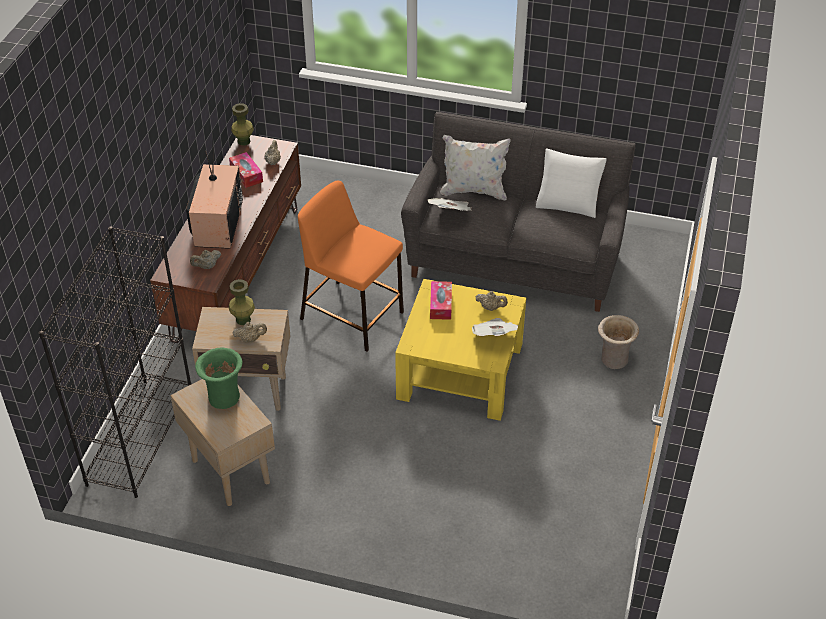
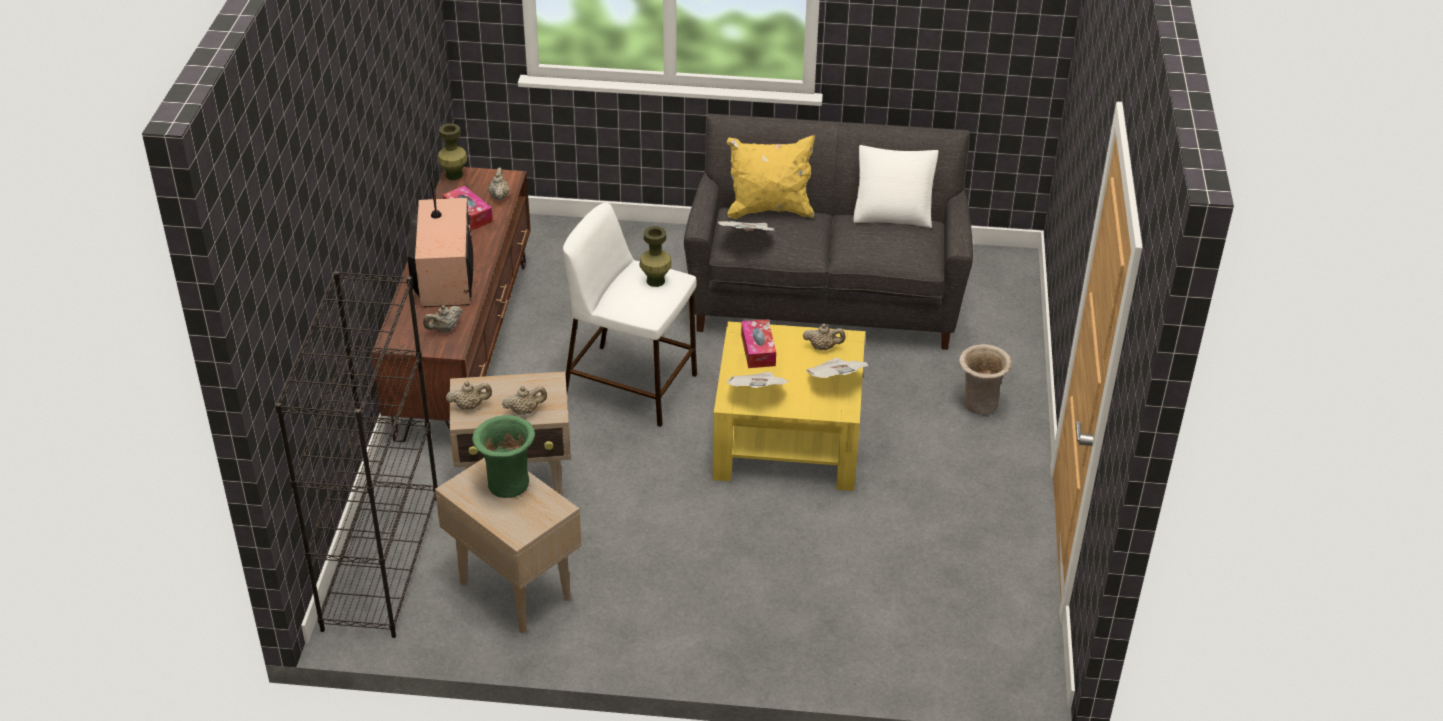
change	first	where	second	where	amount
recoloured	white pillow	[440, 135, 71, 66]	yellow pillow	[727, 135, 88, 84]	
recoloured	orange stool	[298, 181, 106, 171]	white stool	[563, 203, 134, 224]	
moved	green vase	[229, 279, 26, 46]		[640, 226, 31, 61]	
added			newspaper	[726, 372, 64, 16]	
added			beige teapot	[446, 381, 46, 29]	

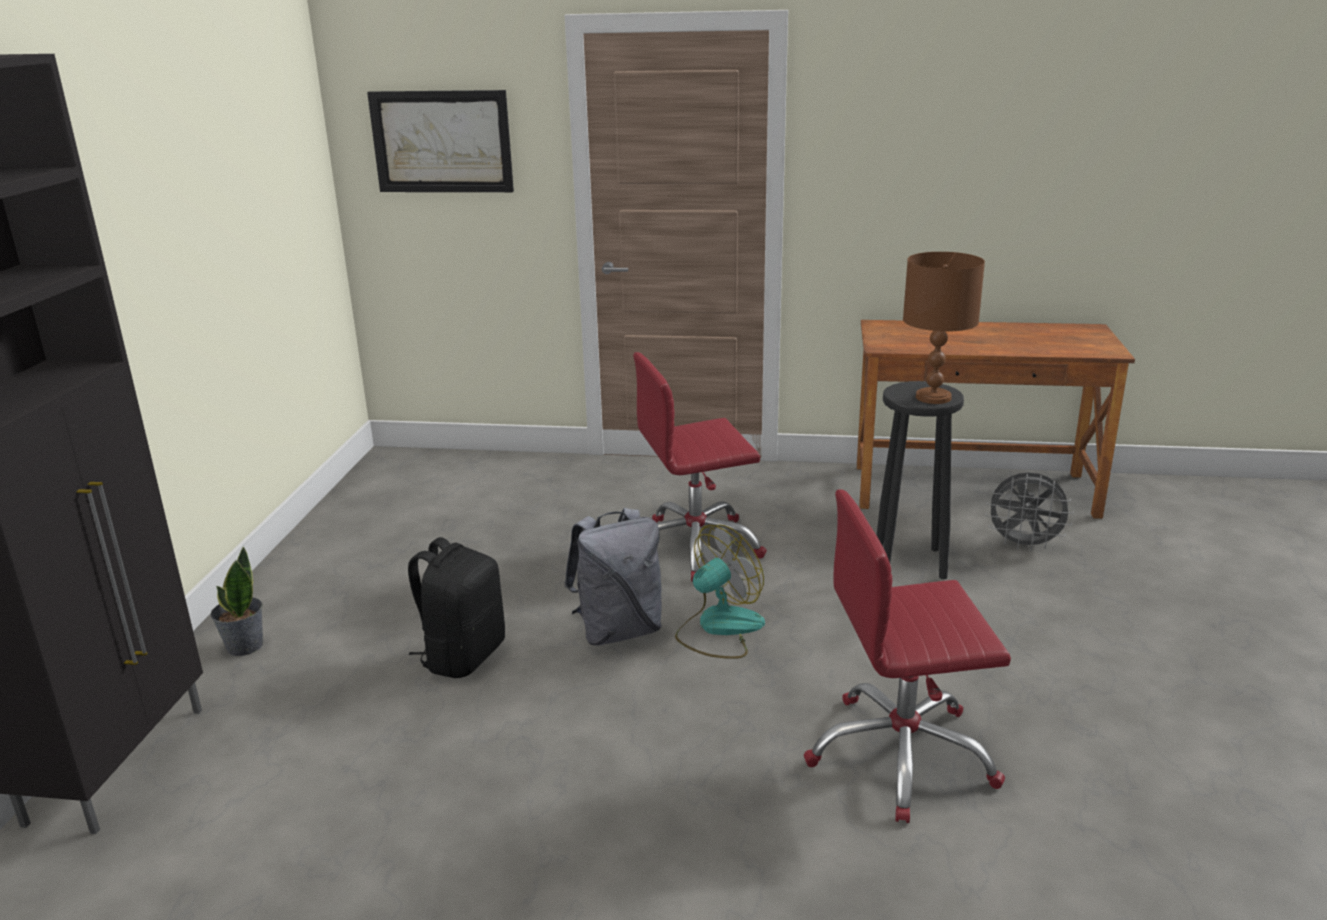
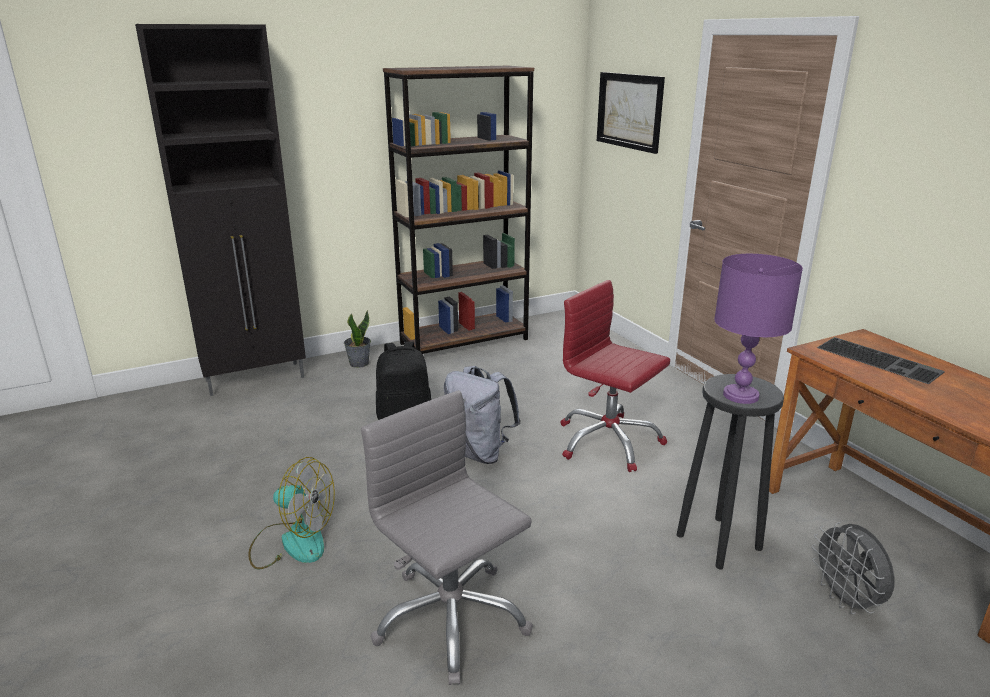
change	first	where	second	where	amount
recoloured	brown table lamp	[903, 252, 82, 152]	purple table lamp	[714, 254, 89, 150]	
recoloured	red office chair	[804, 489, 207, 334]	grey office chair	[361, 390, 172, 295]	
moved	fan	[675, 524, 90, 135]		[248, 457, 87, 112]	
added			brown bookcase	[383, 66, 151, 288]	
added			keyboard	[817, 337, 128, 47]	

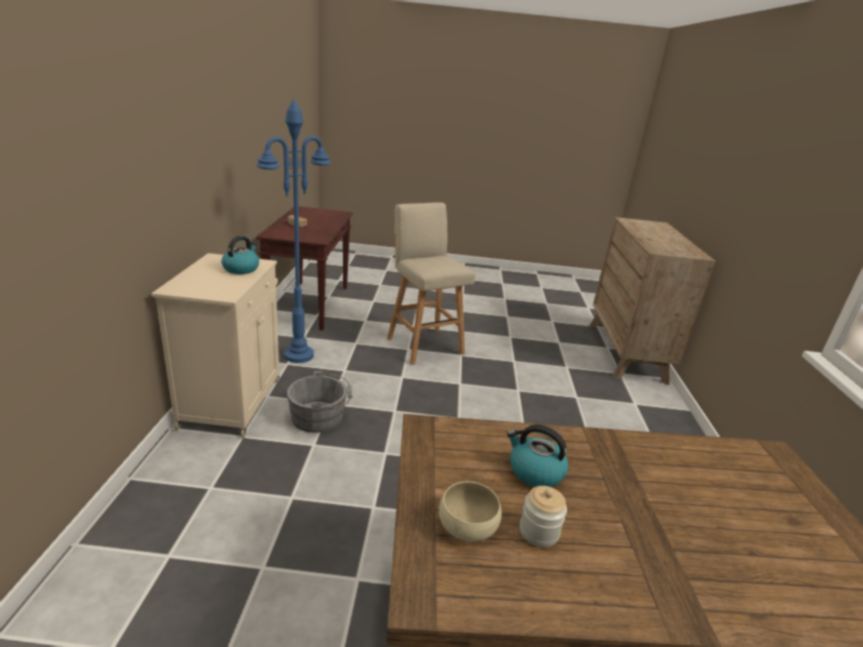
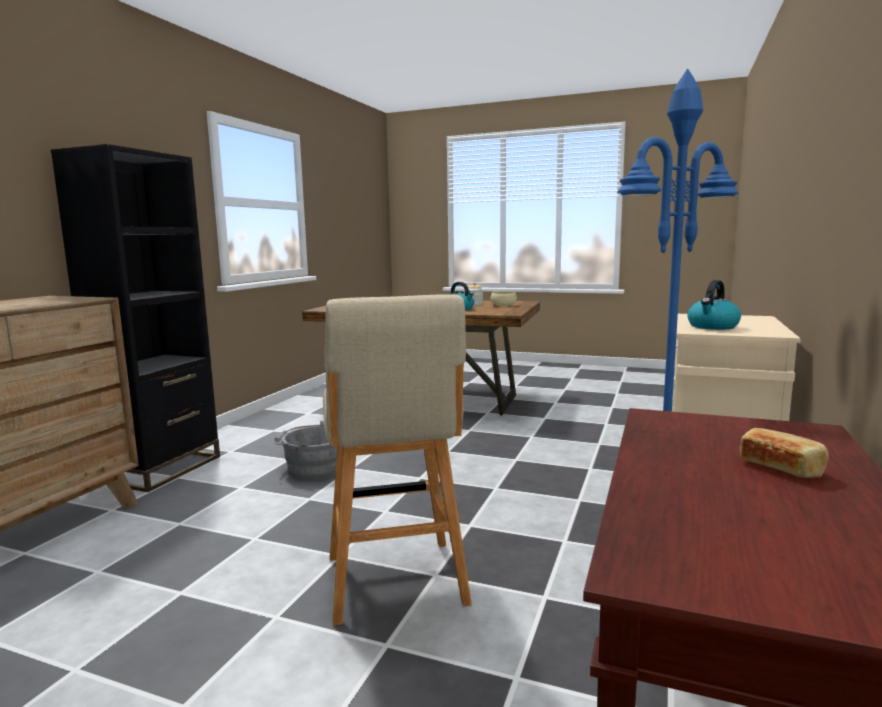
change	first	where	second	where	amount
moved	grey bucket	[287, 371, 65, 62]		[274, 421, 64, 59]	
added			black bookcase	[51, 144, 169, 348]	

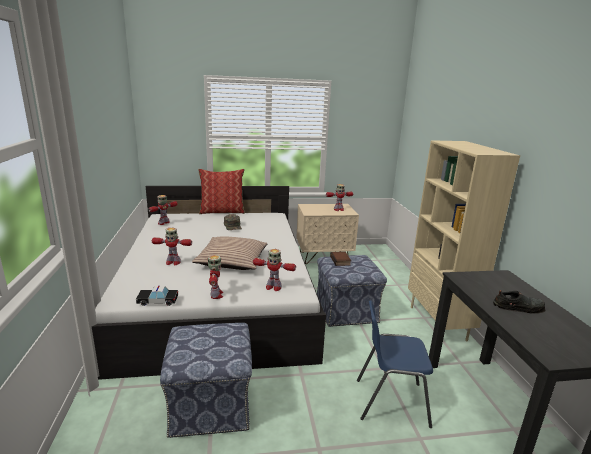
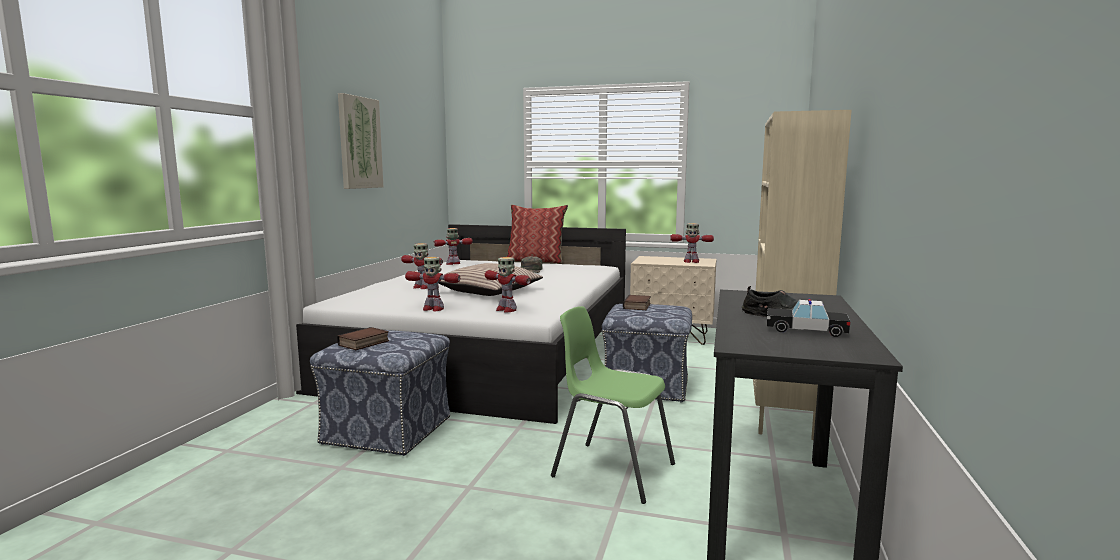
change	first	where	second	where	amount
turned	toy robot	[208, 255, 15, 44]		[405, 257, 55, 54]	90 degrees clockwise
moved	toy car	[136, 286, 42, 20]		[767, 299, 83, 38]	
recoloured	blue chair	[357, 300, 76, 128]	green chair	[551, 306, 124, 198]	
added			picture	[338, 93, 45, 96]	
added			book	[337, 327, 52, 23]	

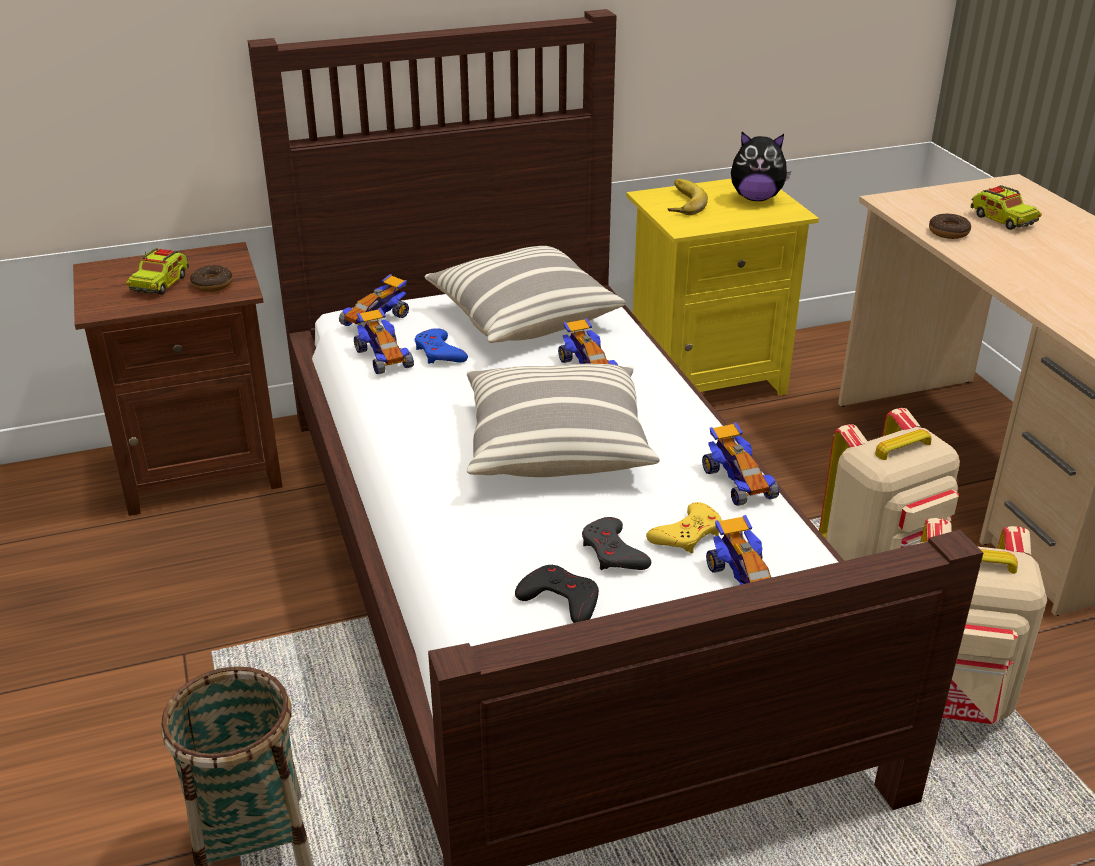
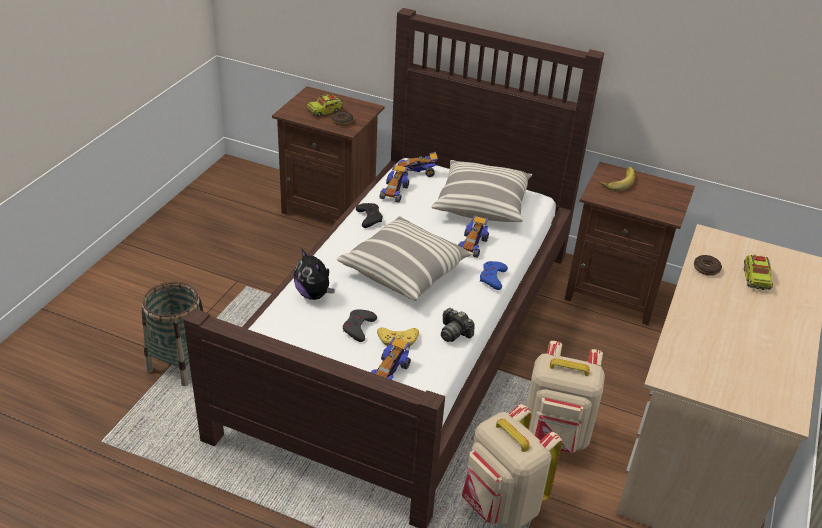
change	first	where	second	where	amount
moved	plush toy	[731, 132, 60, 69]		[294, 248, 41, 52]	
recoloured	yellow nightstand	[626, 179, 193, 216]	brown nightstand	[565, 162, 130, 163]	
moved	blue game controller	[415, 328, 53, 36]		[480, 261, 28, 29]	
replaced	toy car	[702, 422, 77, 84]	photo camera	[441, 308, 34, 34]	
moved	black game controller	[515, 565, 84, 58]		[356, 203, 27, 25]	

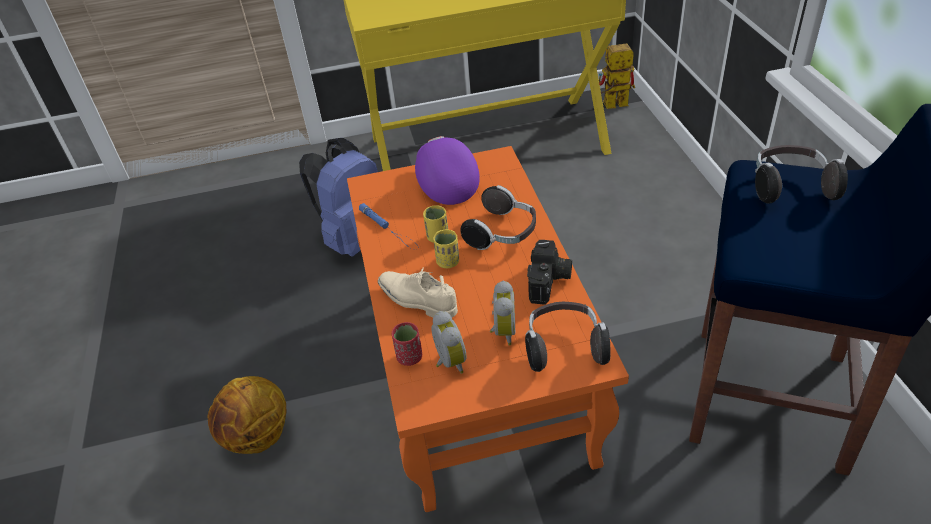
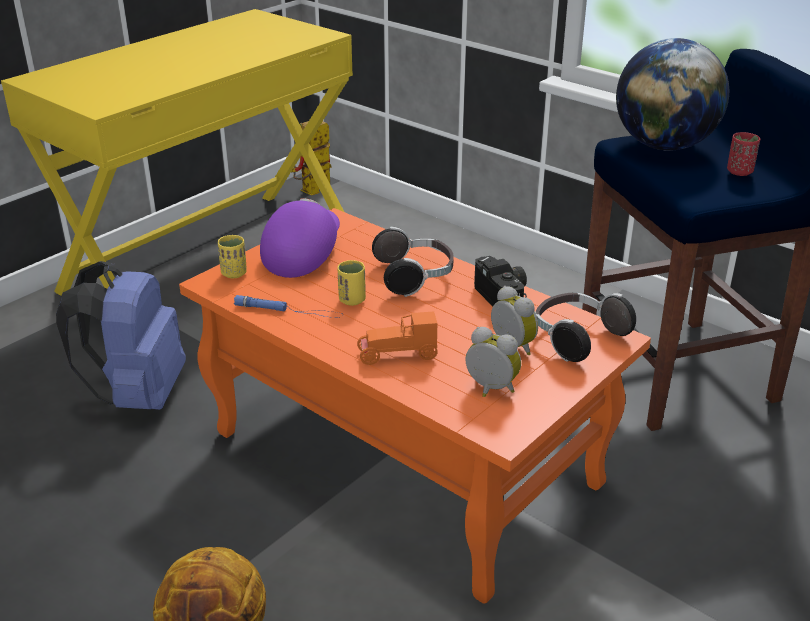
change	first	where	second	where	amount
turned	purple cap	[415, 136, 65, 69]		[260, 198, 80, 80]	75 degrees clockwise
replaced	headphones	[755, 145, 93, 58]	globe	[616, 38, 113, 113]	
moved	yellow cup	[433, 229, 26, 39]		[218, 235, 29, 43]	
replaced	beige shoe	[378, 268, 80, 50]	orange toy car	[357, 311, 80, 54]	
moved	red cup	[392, 322, 30, 44]		[727, 132, 33, 44]	

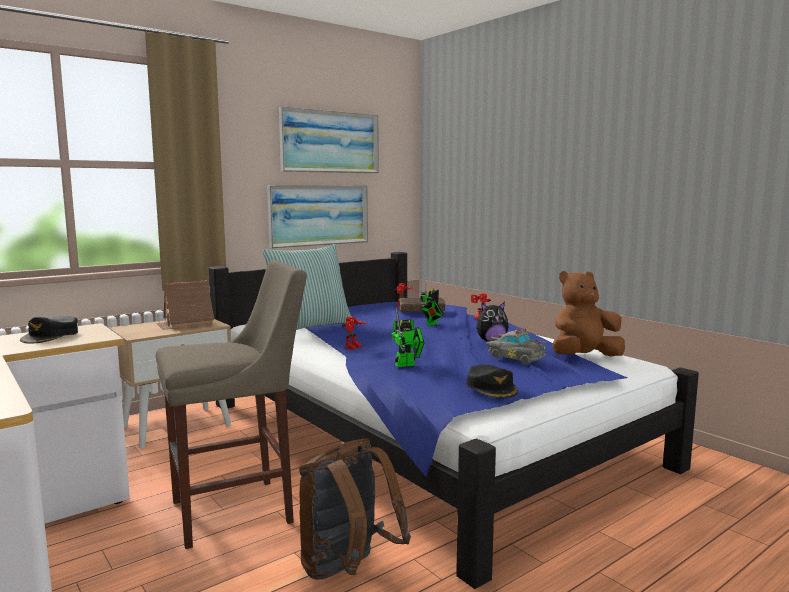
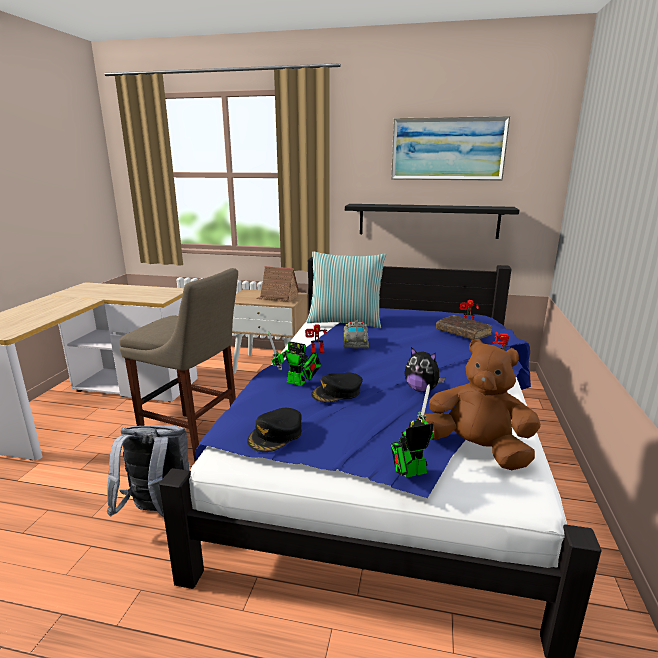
change	first	where	second	where	amount
replaced	picture	[267, 185, 101, 63]	black shelf	[345, 204, 174, 35]	
moved	toy robot	[420, 273, 24, 53]		[391, 384, 43, 94]	
moved	black cap	[20, 316, 58, 28]		[311, 373, 52, 29]	
moved	grey toy car	[486, 327, 61, 37]		[343, 319, 26, 30]	
recoloured	brown backpack	[299, 438, 112, 142]	grey backpack	[107, 425, 82, 92]	

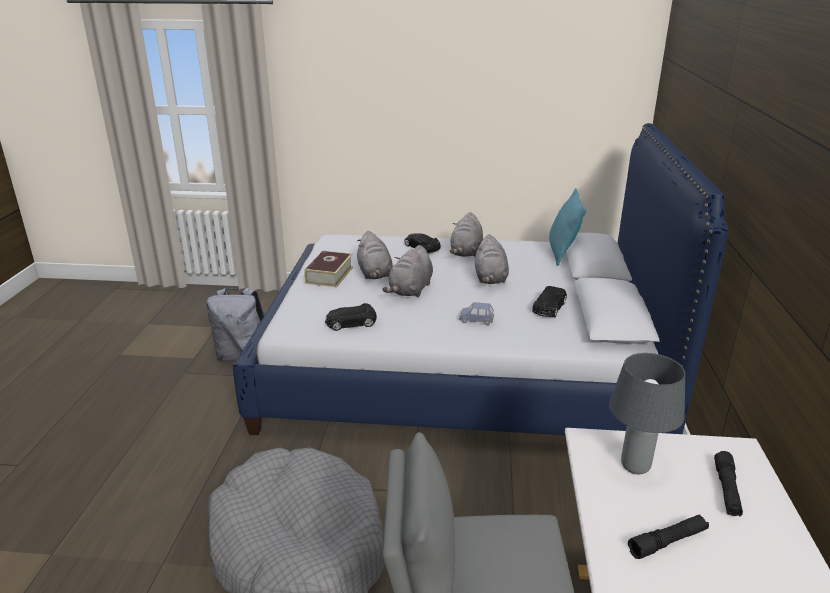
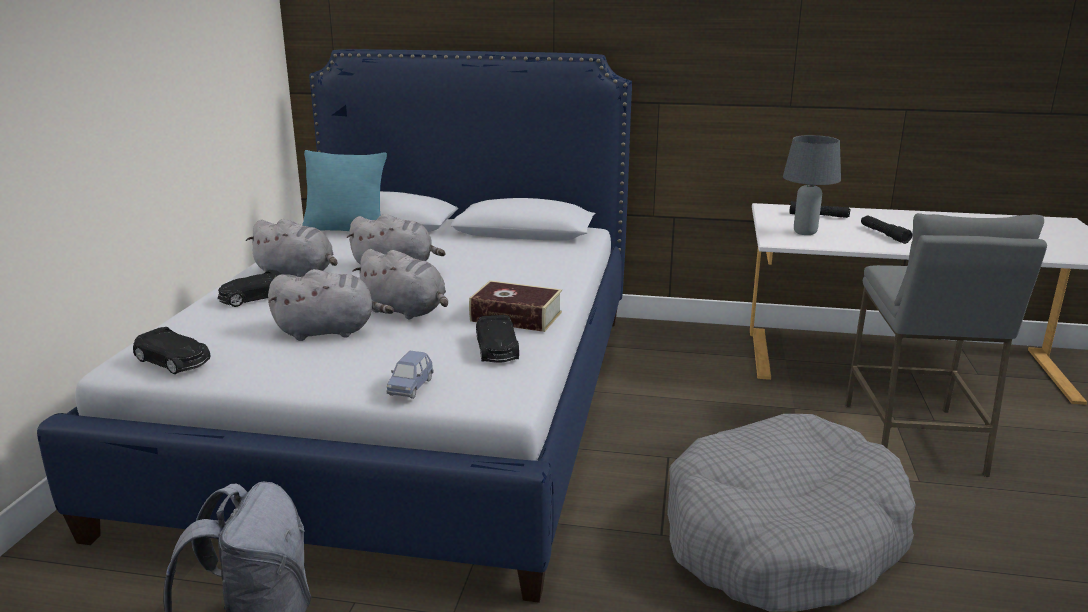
change	first	where	second	where	amount
moved	book	[304, 251, 49, 36]		[469, 281, 93, 51]	
moved	black toy car	[532, 286, 35, 31]		[133, 327, 77, 47]	
moved	blue toy car	[459, 302, 35, 23]		[386, 351, 47, 48]	

